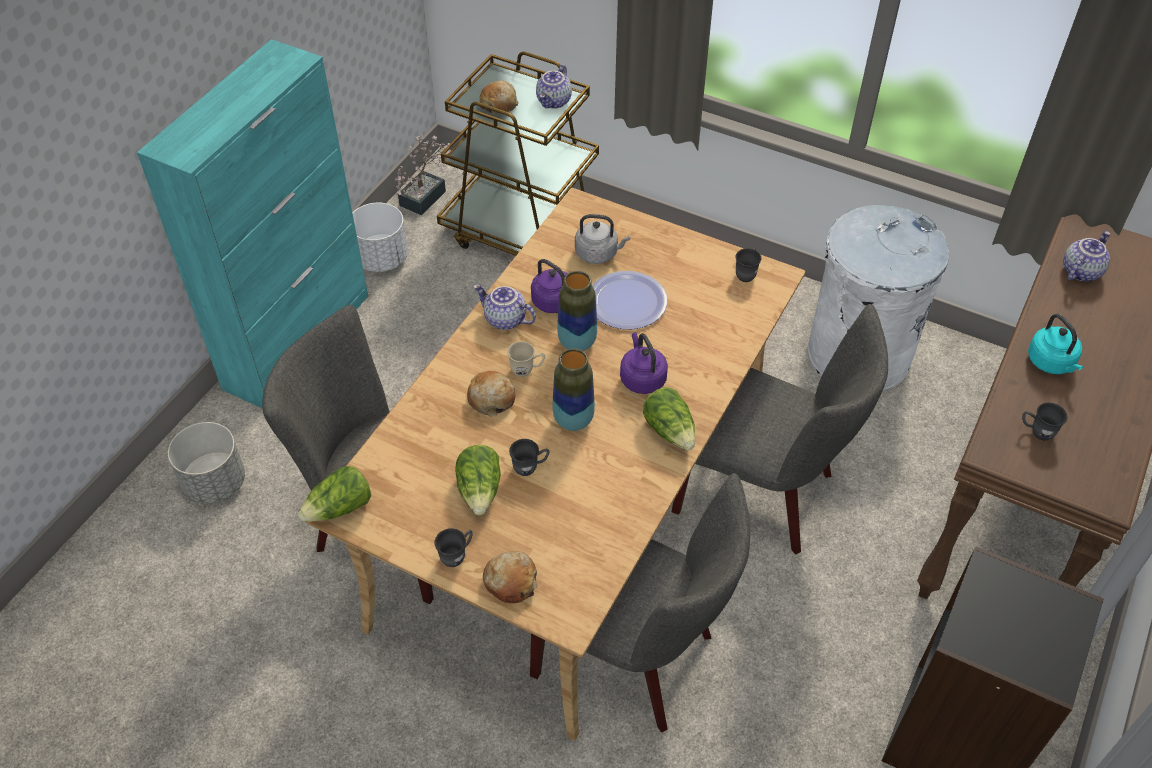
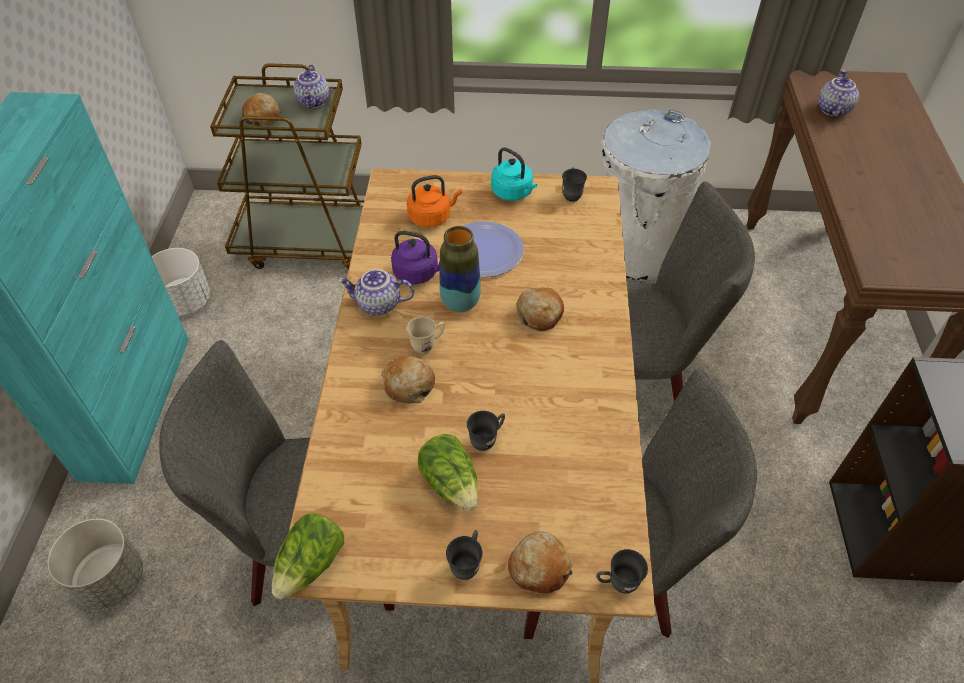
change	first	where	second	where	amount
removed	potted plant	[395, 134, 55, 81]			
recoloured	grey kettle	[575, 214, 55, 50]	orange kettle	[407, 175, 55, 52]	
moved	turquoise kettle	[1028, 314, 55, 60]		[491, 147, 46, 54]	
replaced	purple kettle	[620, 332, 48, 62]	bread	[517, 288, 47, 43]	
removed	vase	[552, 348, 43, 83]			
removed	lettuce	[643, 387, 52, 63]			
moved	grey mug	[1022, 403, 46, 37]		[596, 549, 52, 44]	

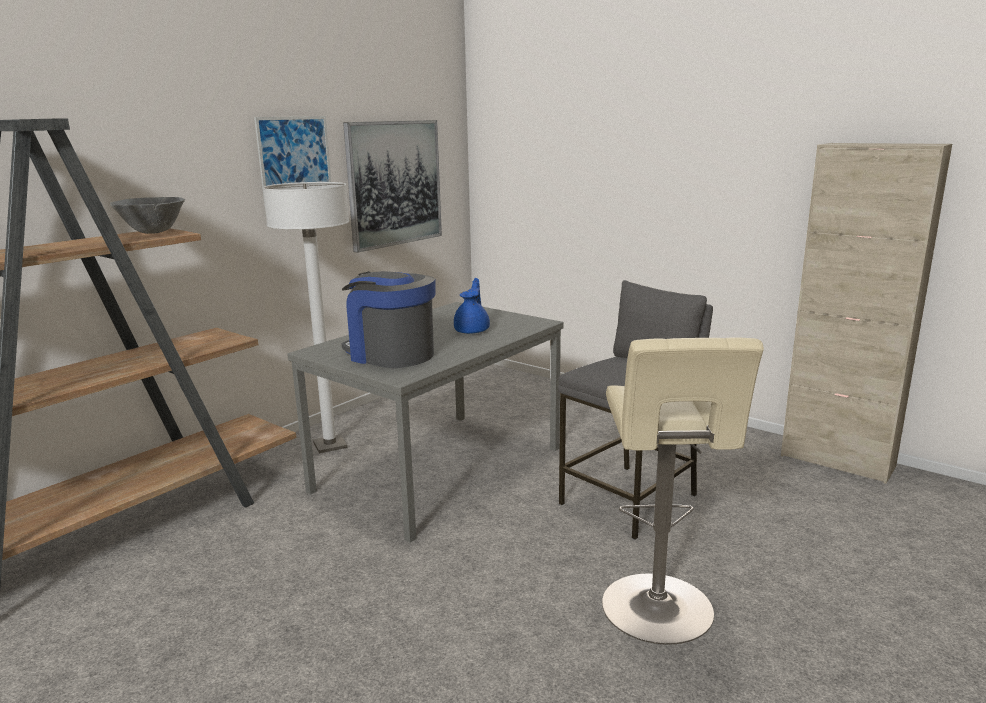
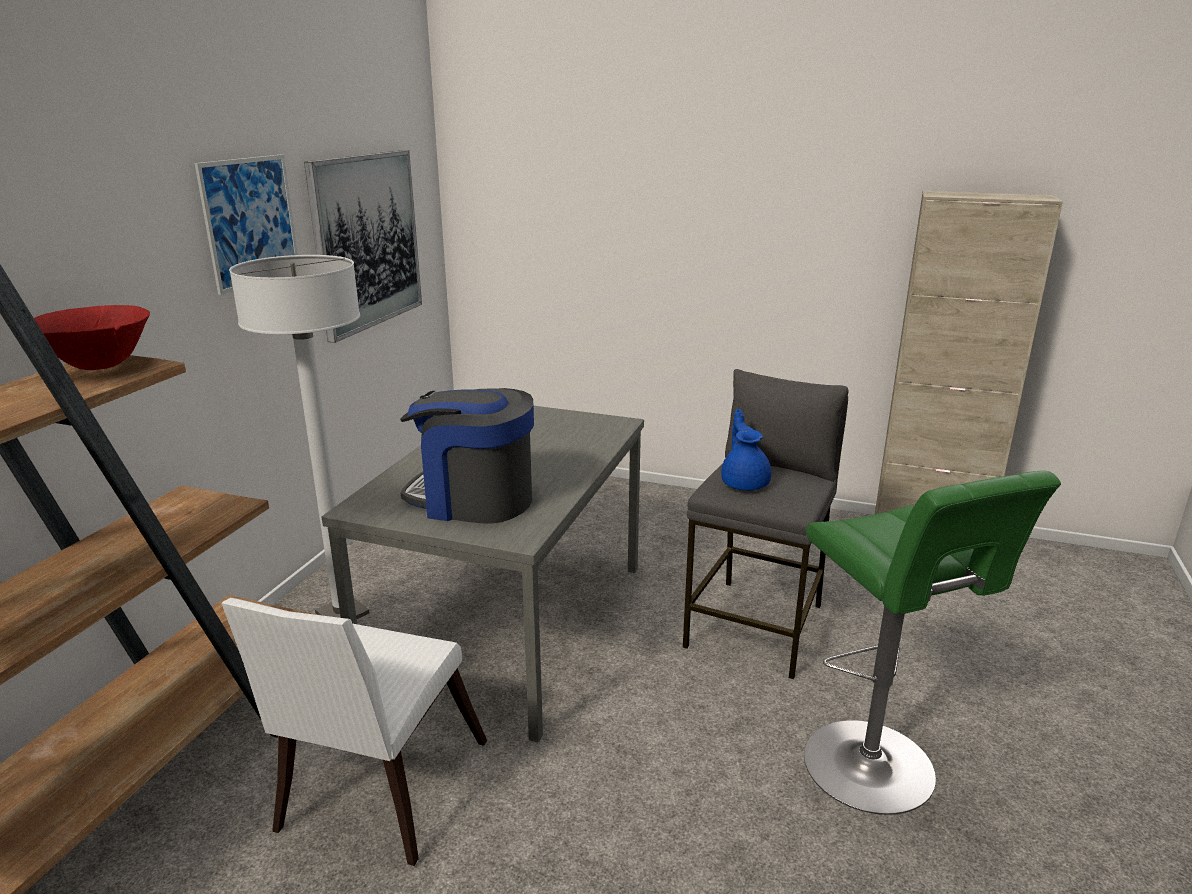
change	first	where	second	where	amount
recoloured	grey bowl	[110, 197, 75, 37]	red bowl	[34, 305, 116, 65]	
moved	blue teapot	[454, 278, 36, 56]		[721, 409, 50, 82]	
recoloured	beige stool	[602, 337, 162, 308]	green stool	[804, 470, 257, 345]	
added			white chair	[221, 598, 266, 268]	

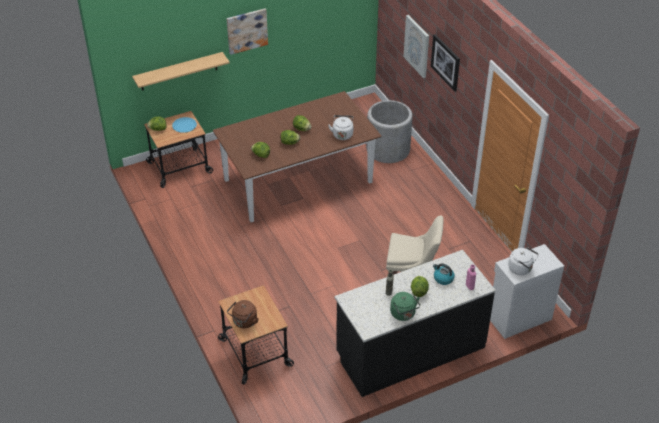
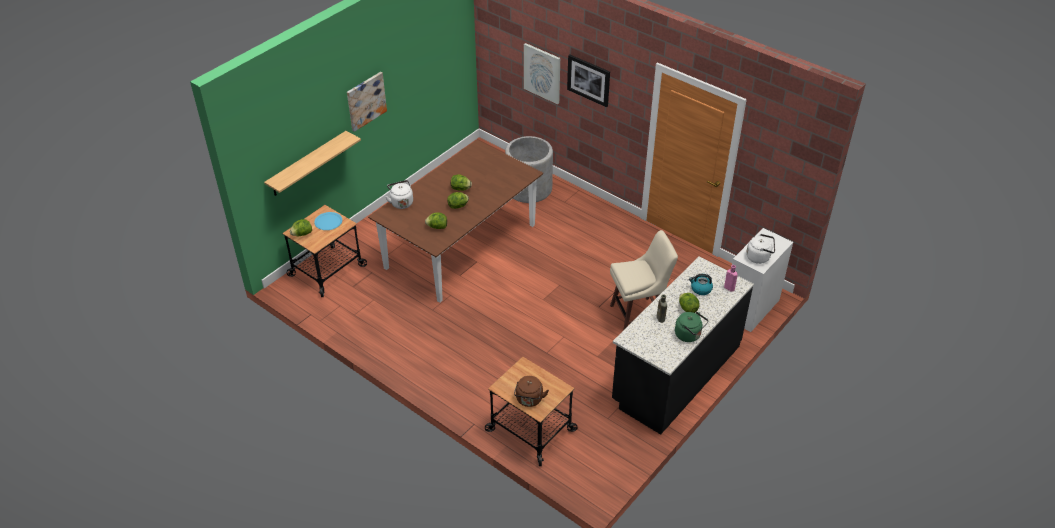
change	first	where	second	where	amount
moved	white kettle	[328, 115, 25, 25]		[385, 180, 28, 29]	

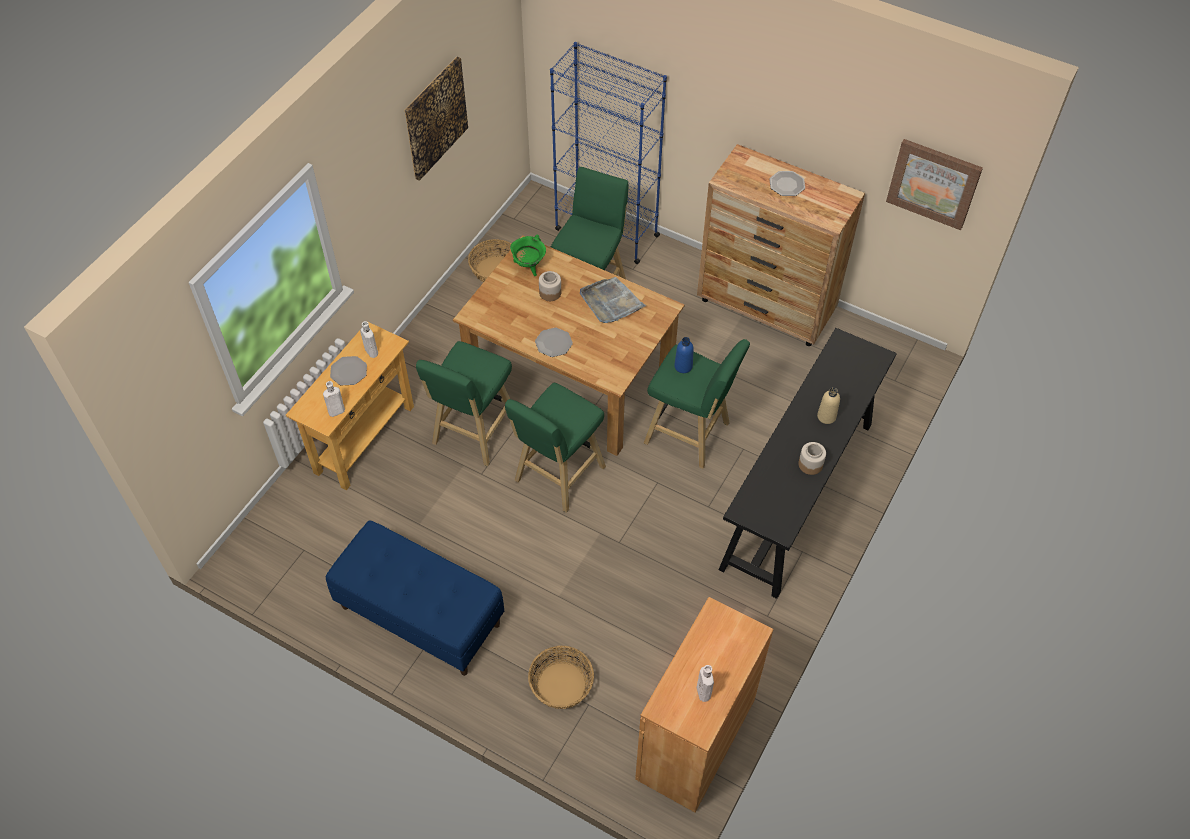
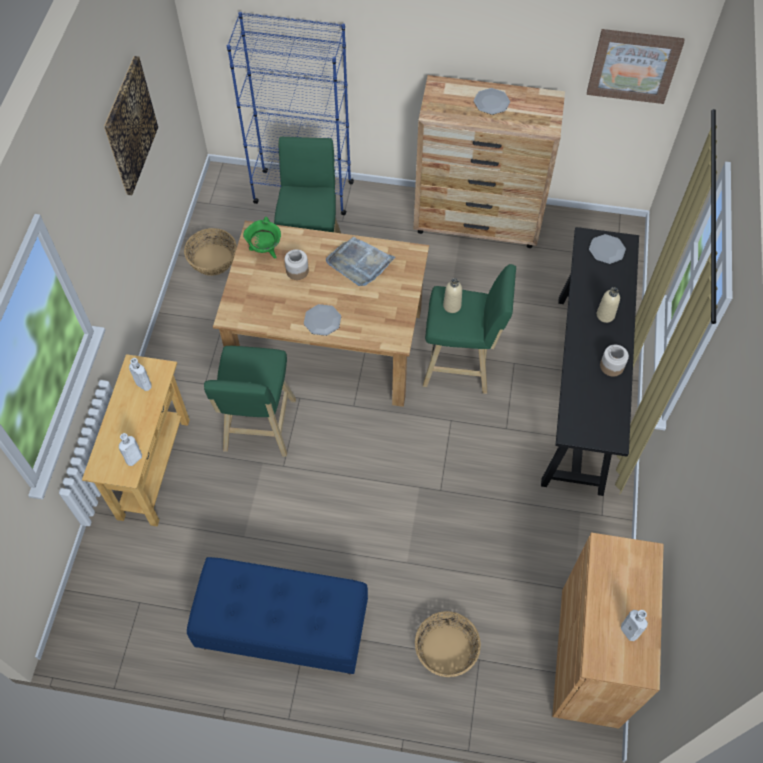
change	first	where	second	where	amount
recoloured	blue bottle	[674, 337, 20, 36]	beige bottle	[443, 278, 19, 35]	
moved	plate	[330, 356, 37, 29]		[589, 234, 37, 30]	
removed	green stool	[505, 383, 101, 130]			

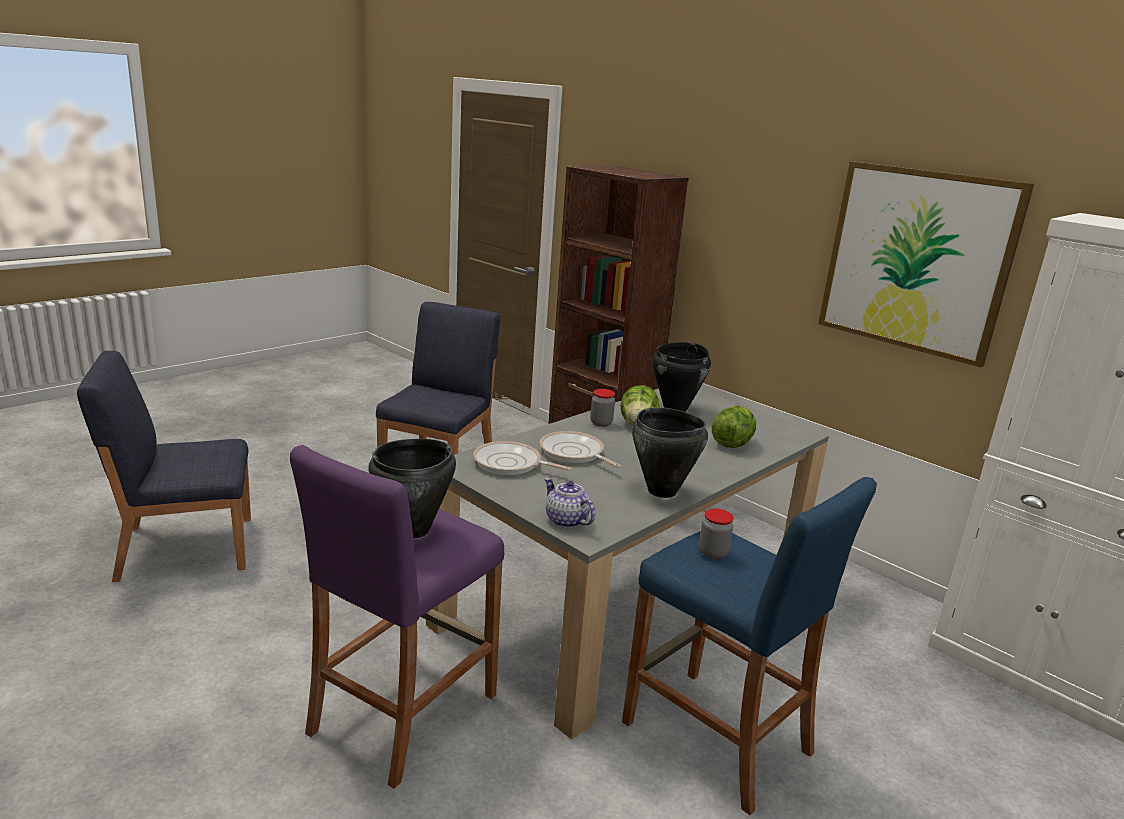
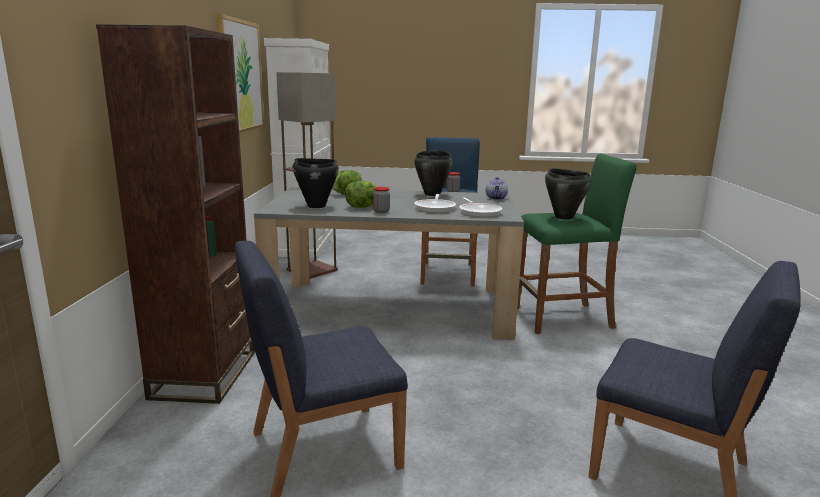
change	first	where	second	where	amount
recoloured	purple stool	[290, 445, 214, 344]	green stool	[517, 154, 120, 180]	
added			floor lamp	[276, 72, 62, 207]	

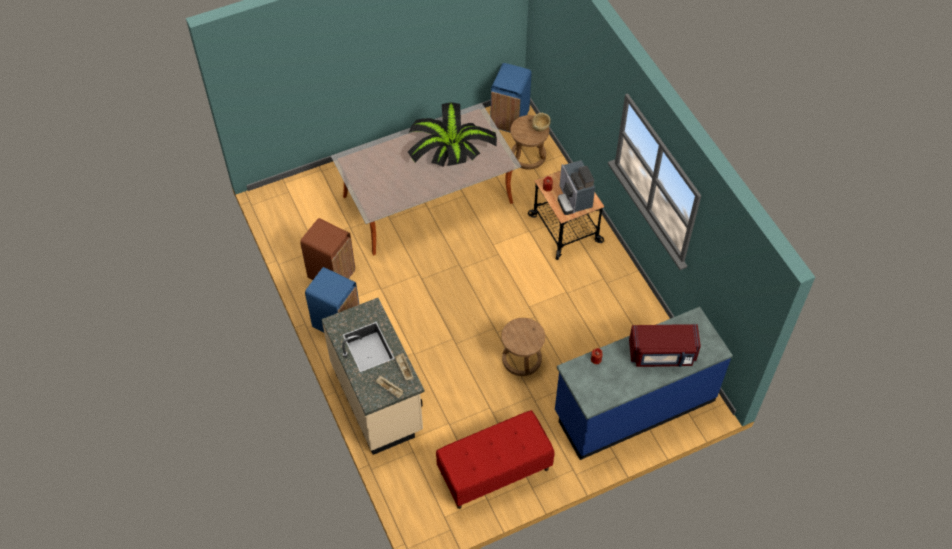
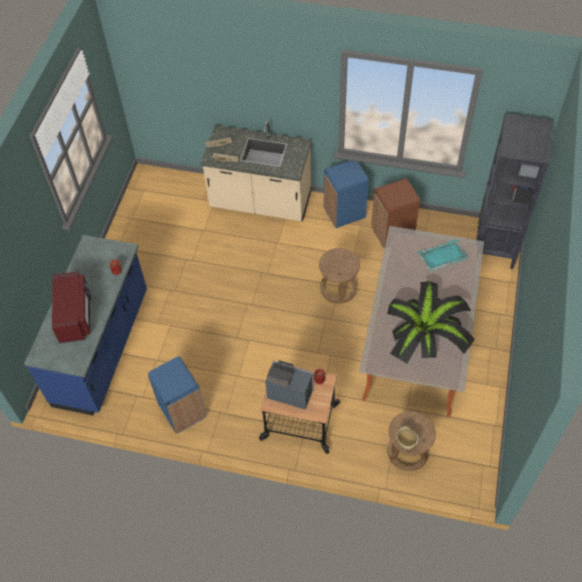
change	first	where	second	where	amount
moved	blue trash can	[491, 63, 40, 70]		[148, 356, 58, 78]	
moved	brown stool	[501, 318, 44, 58]		[319, 248, 41, 56]	
turned	red microwave	[629, 324, 72, 43]		[52, 271, 39, 72]	135 degrees clockwise
removed	red bench	[436, 410, 119, 99]			
added			black bookcase	[477, 113, 76, 156]	
added			turquoise tray	[418, 239, 51, 33]	

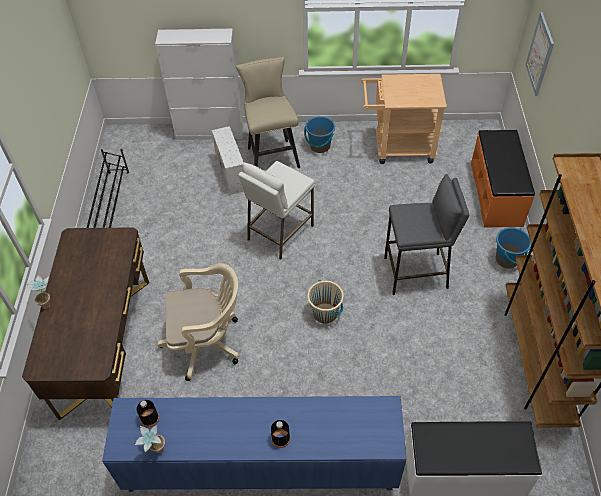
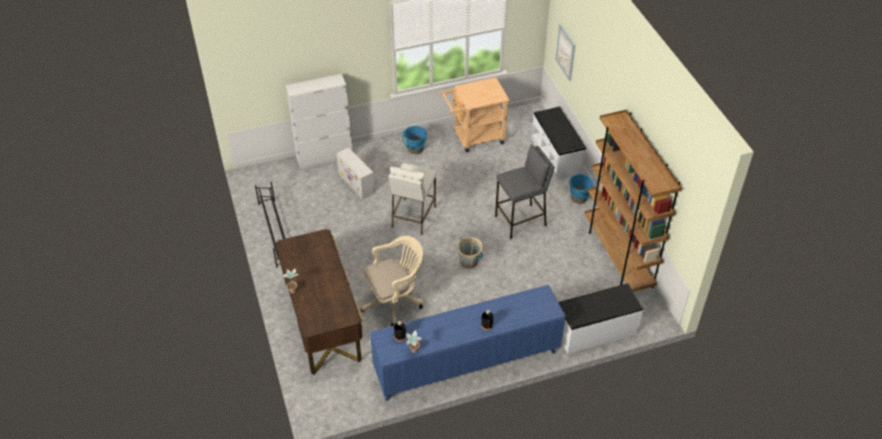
change	first	where	second	where	amount
removed	beige stool	[236, 57, 64, 111]			
recoloured	orange bench	[471, 130, 64, 97]	white bench	[531, 107, 55, 73]	

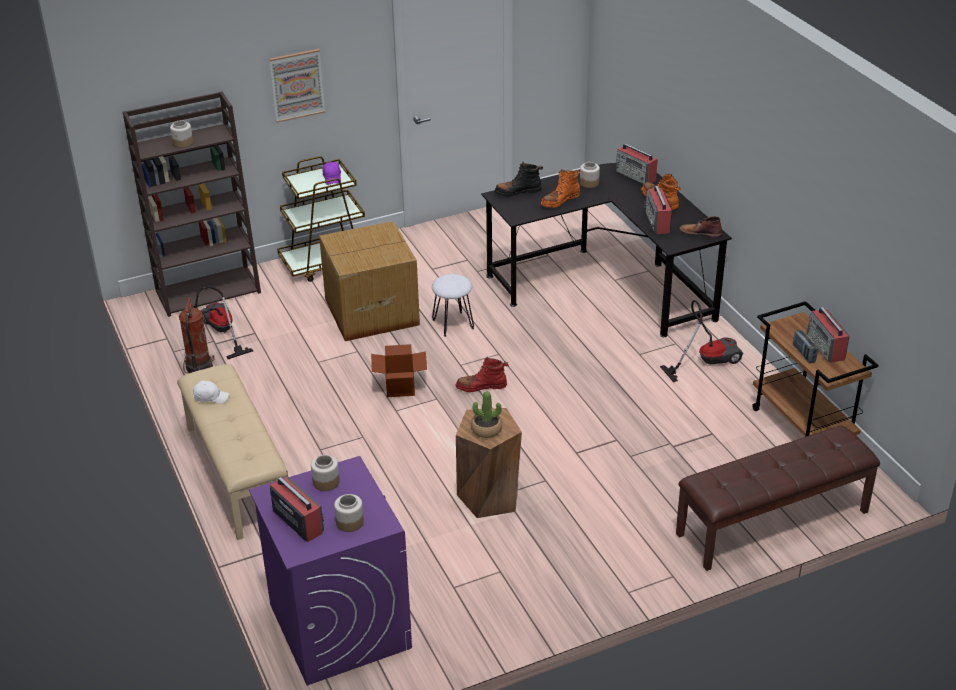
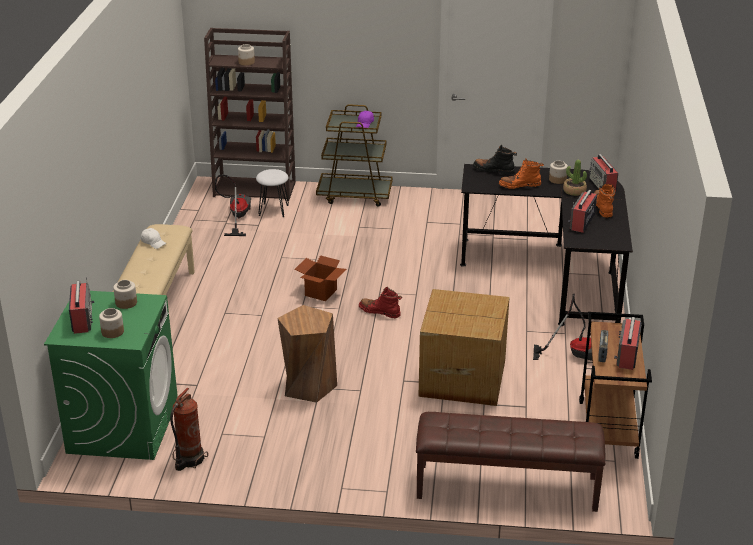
change	first	where	second	where	amount
removed	picture	[269, 49, 56, 74]			
removed	brown boot	[679, 216, 43, 22]			
moved	cardboard box	[319, 221, 101, 120]		[418, 289, 91, 117]	
moved	white stool	[432, 274, 42, 63]		[256, 169, 33, 48]	
moved	fire extinguisher	[179, 297, 35, 76]		[170, 388, 38, 83]	
moved	potted plant	[471, 391, 31, 47]		[563, 160, 24, 36]	
recoloured	purple washing machine	[249, 456, 163, 230]	green washing machine	[44, 291, 134, 169]	

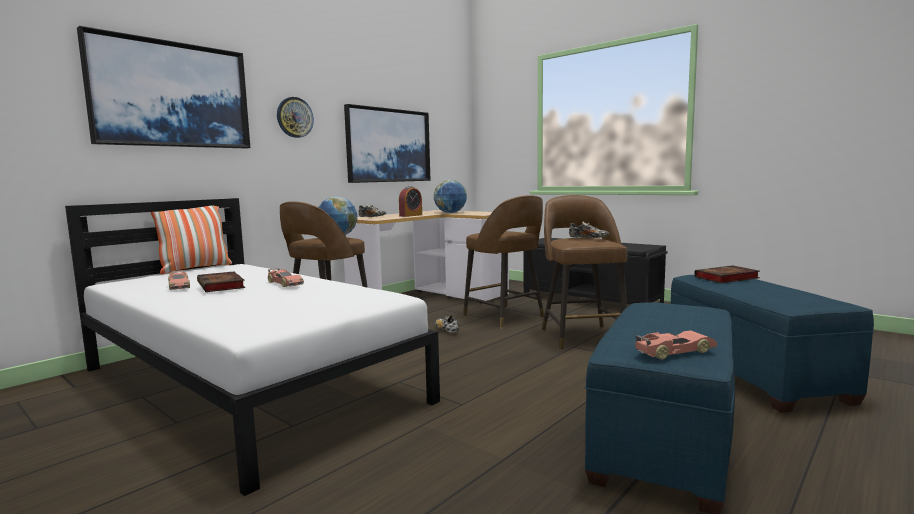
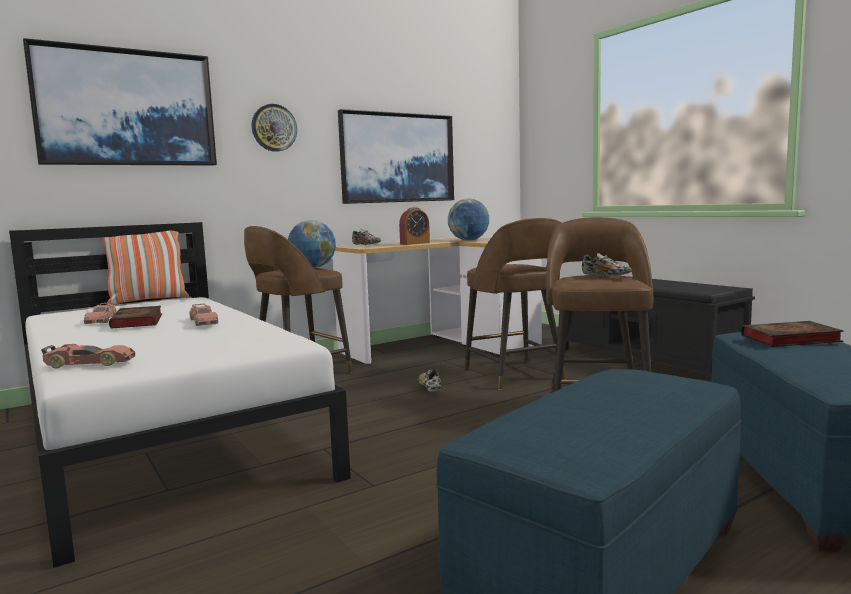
change	first	where	second	where	amount
moved	toy car	[635, 330, 82, 29]		[41, 344, 94, 24]	

